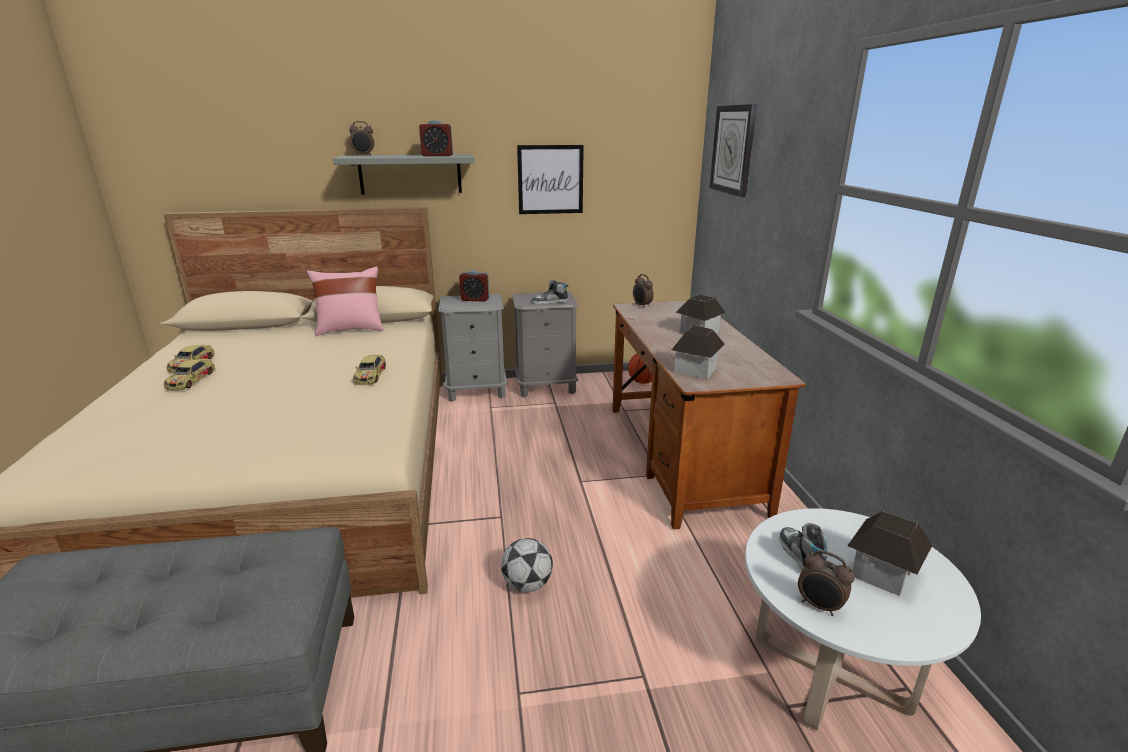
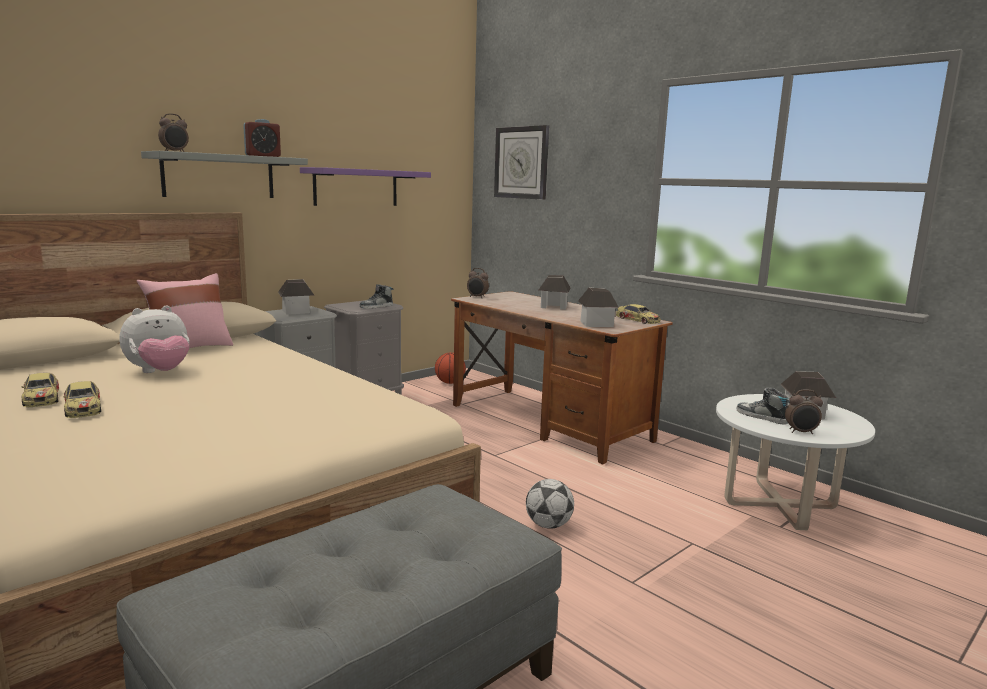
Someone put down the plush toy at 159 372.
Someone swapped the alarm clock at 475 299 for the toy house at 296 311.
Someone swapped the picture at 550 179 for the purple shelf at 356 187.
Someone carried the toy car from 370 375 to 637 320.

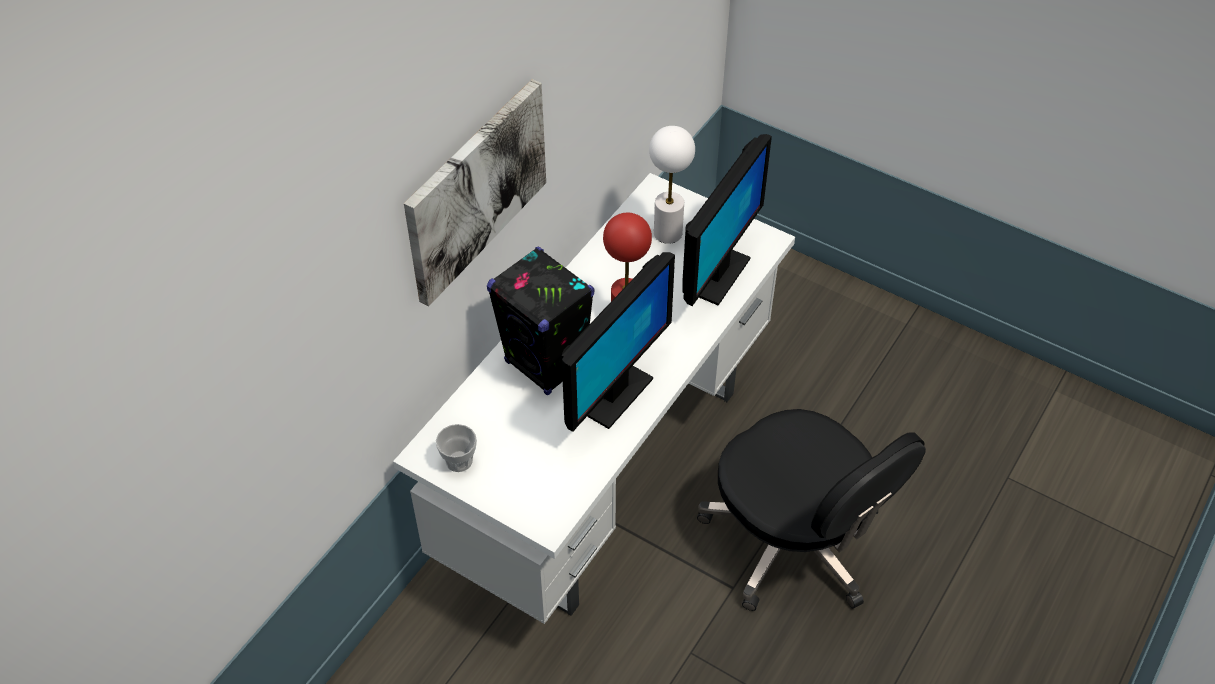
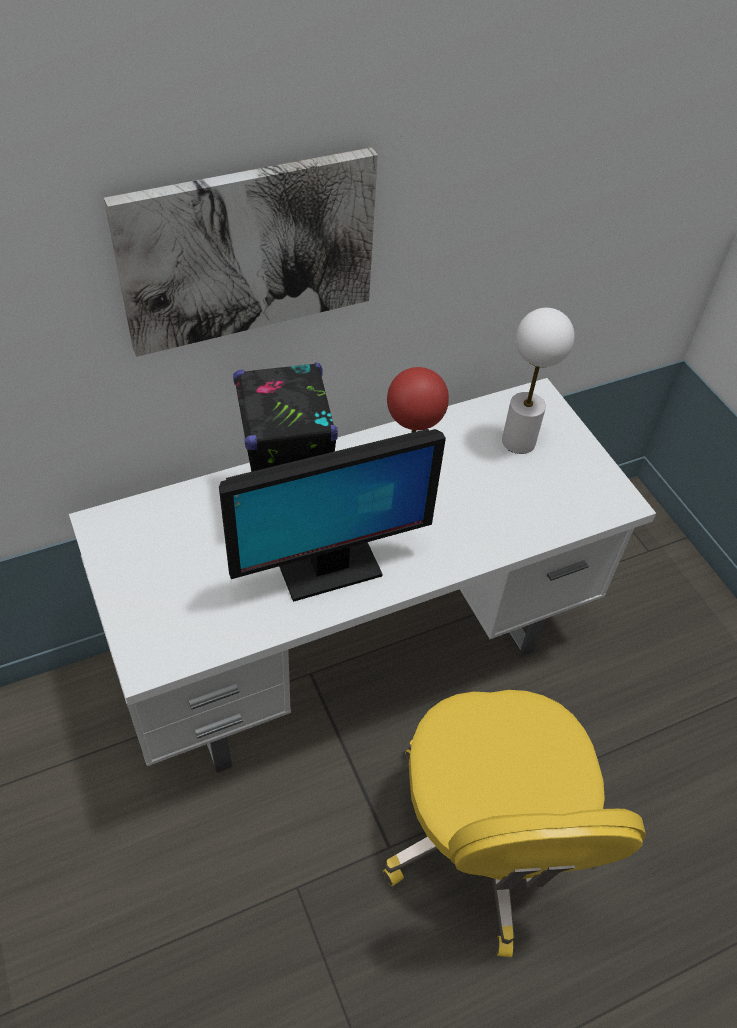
Someone repainted the black office chair at 794 542, which became the yellow office chair at 487 840.
Someone took away the cup at 459 461.
Someone took away the monitor at 716 275.

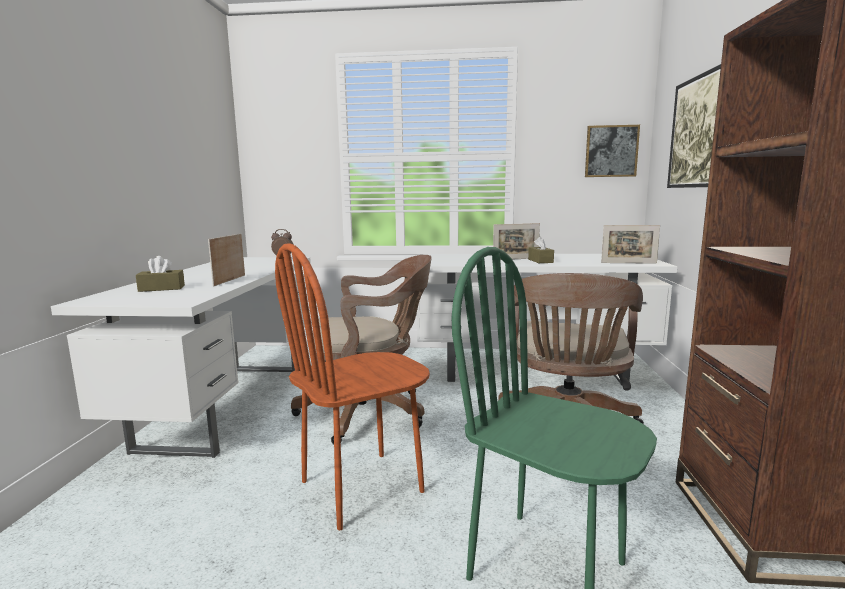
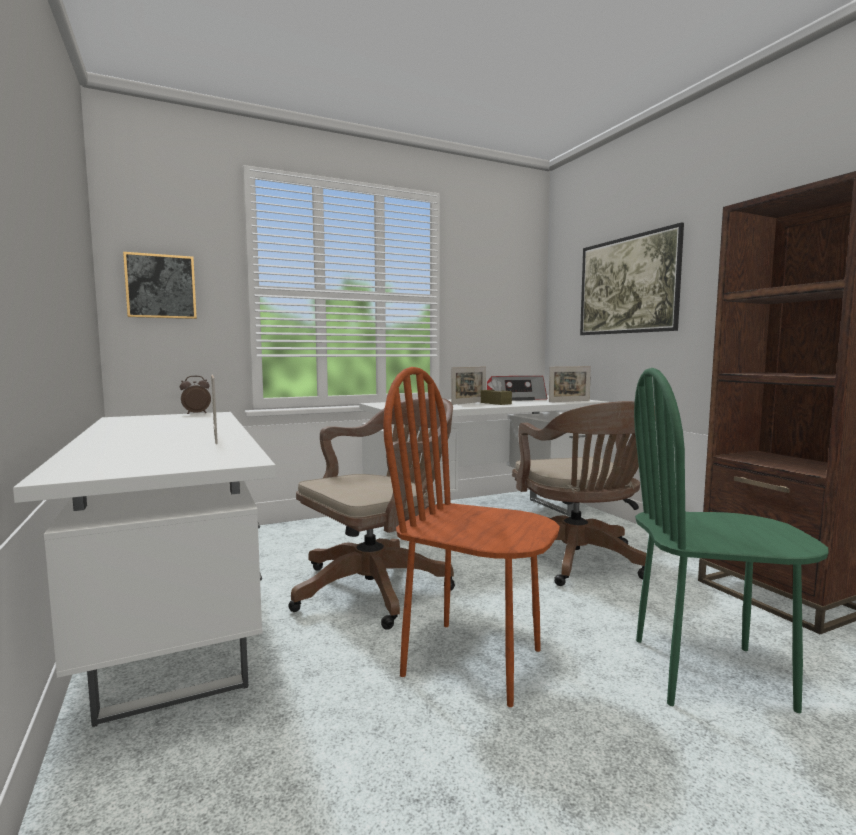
Someone carried the picture from 611 151 to 161 286.
Someone rotated the brown chair at 362 487 by 90 degrees clockwise.
Someone put down the radio at 515 399.
Someone took away the brown tissue box at 162 288.

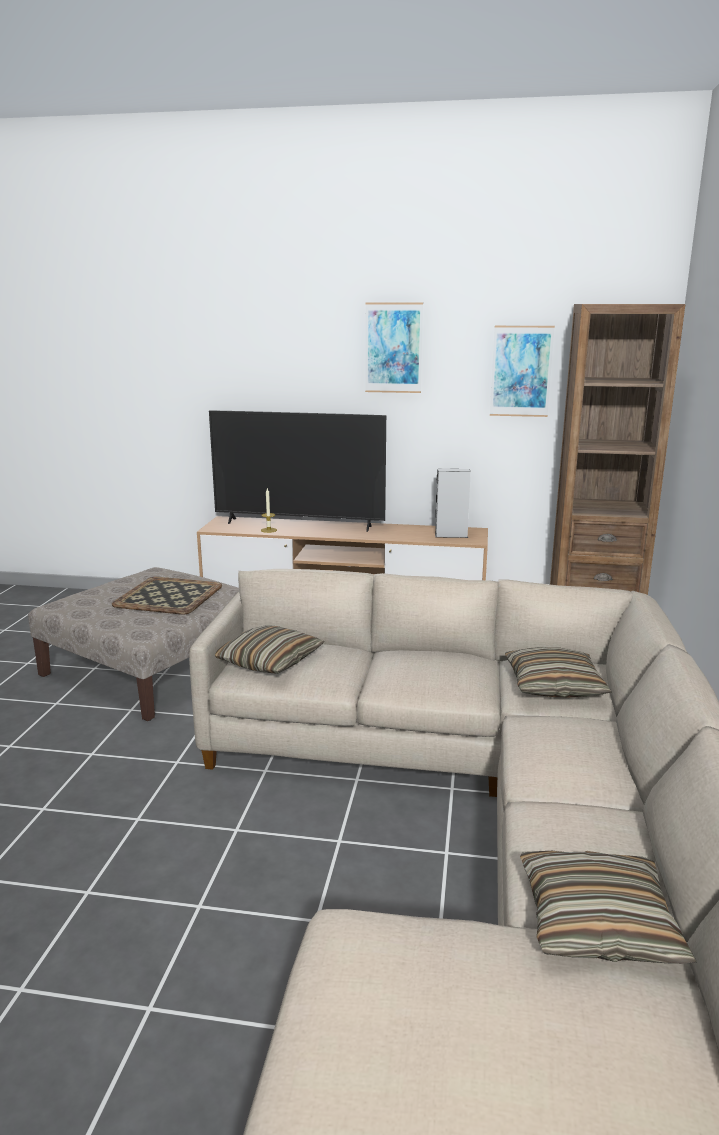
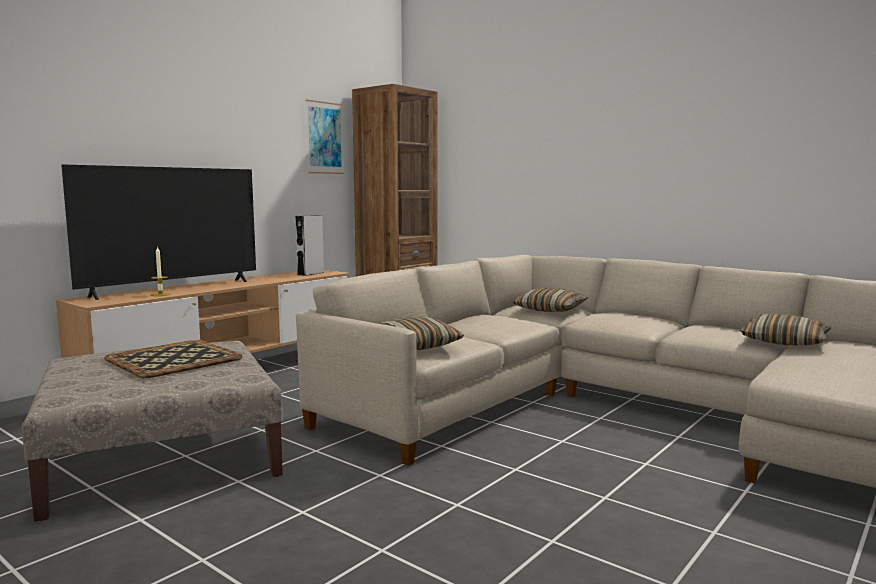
Someone took away the picture at 393 348.

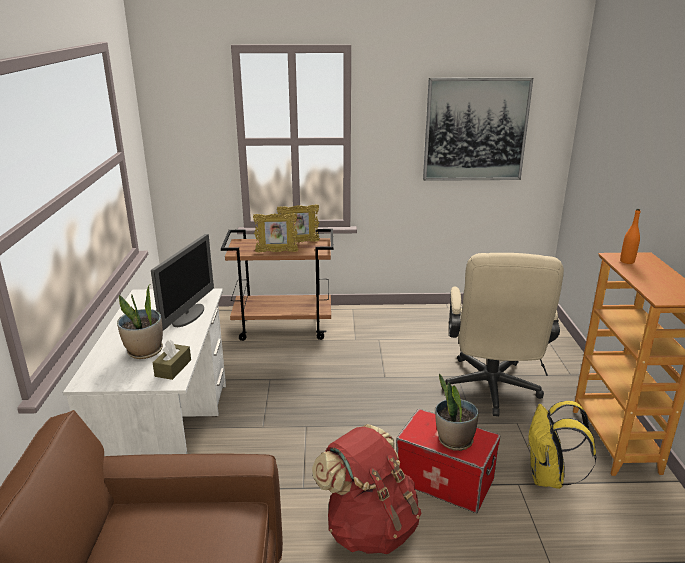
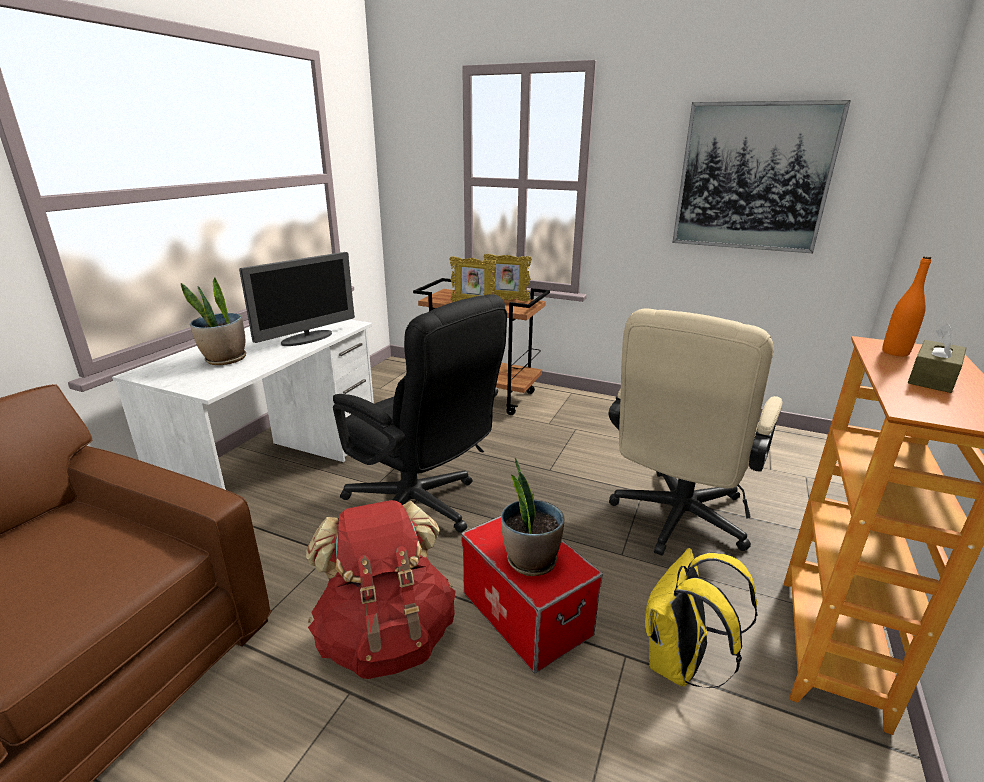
Someone put down the black office chair at 421 508.
Someone carried the brown tissue box from 173 368 to 932 378.

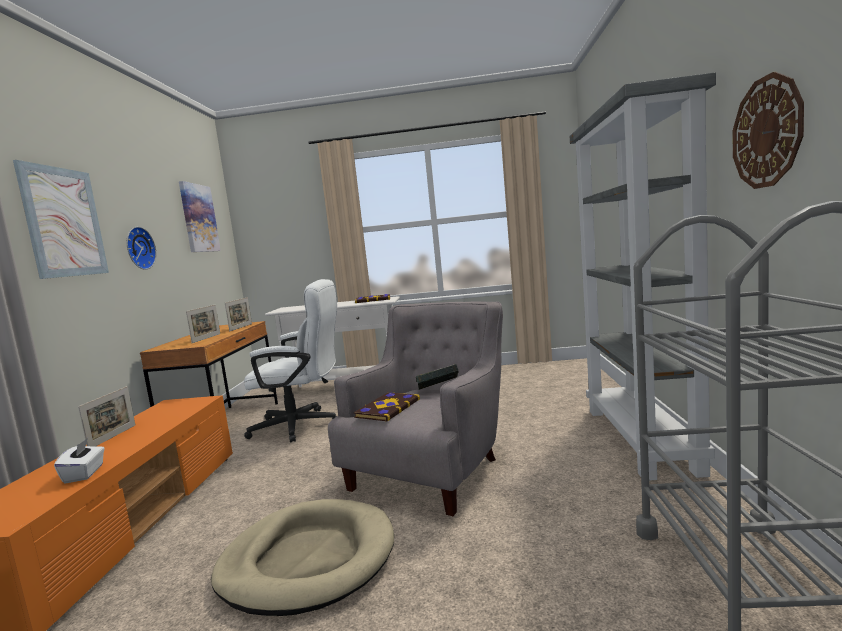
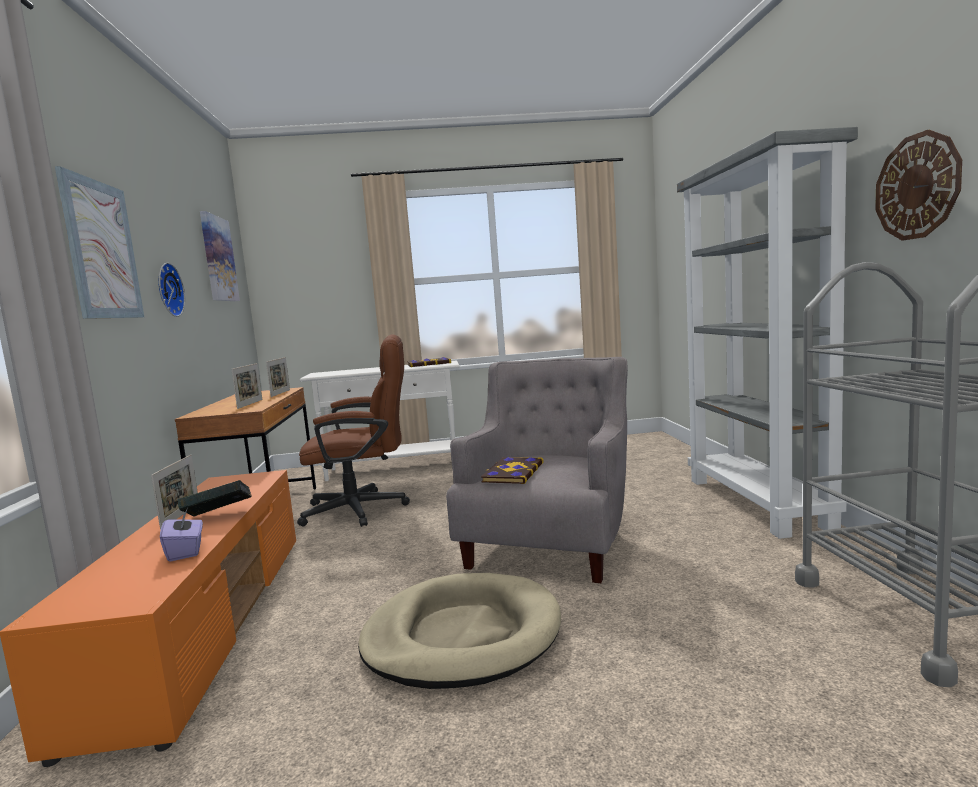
Someone repainted the white tissue box at 84 474, which became the purple tissue box at 186 551.
Someone carried the book from 438 390 to 218 516.
Someone repainted the white office chair at 303 425, which became the brown office chair at 365 509.

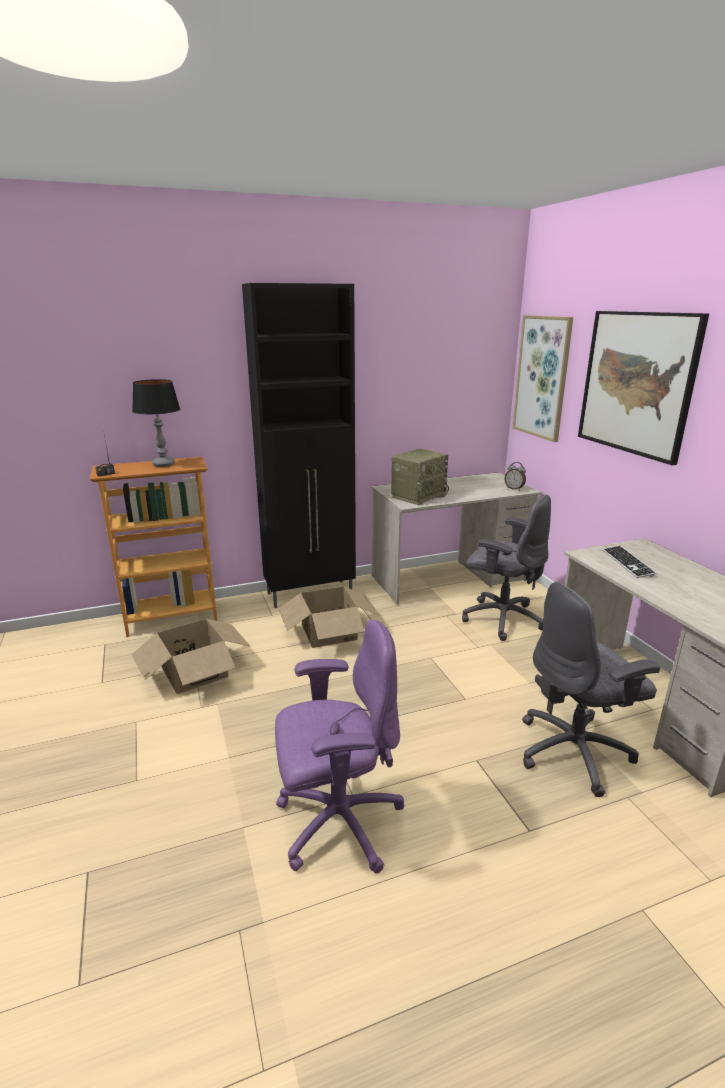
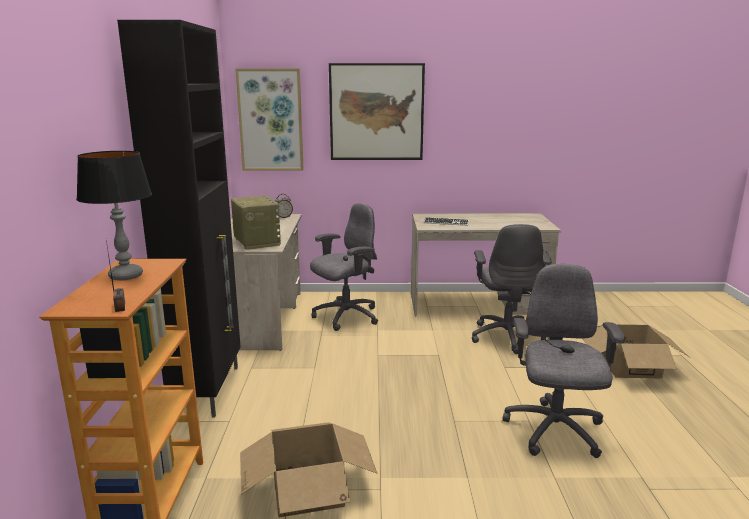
Someone repainted the purple office chair at 337 822, which became the grey office chair at 554 431.
Someone carried the cardboard box from 328 631 to 629 366.

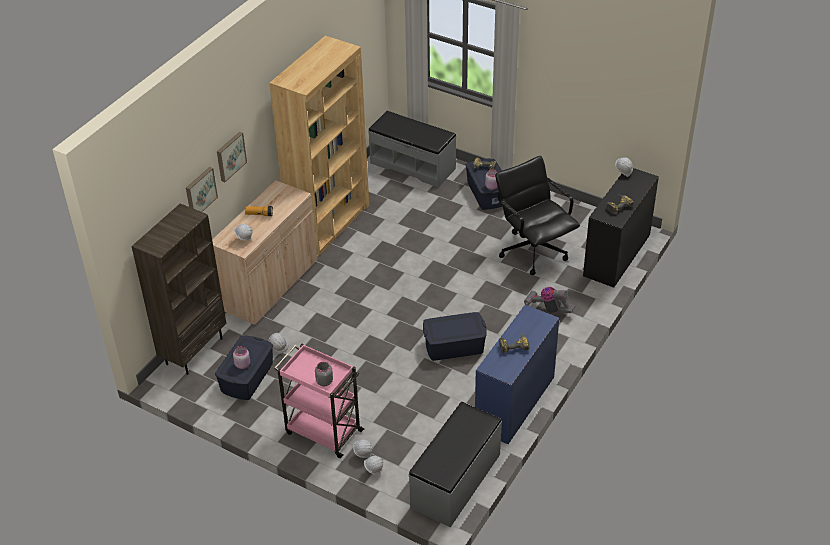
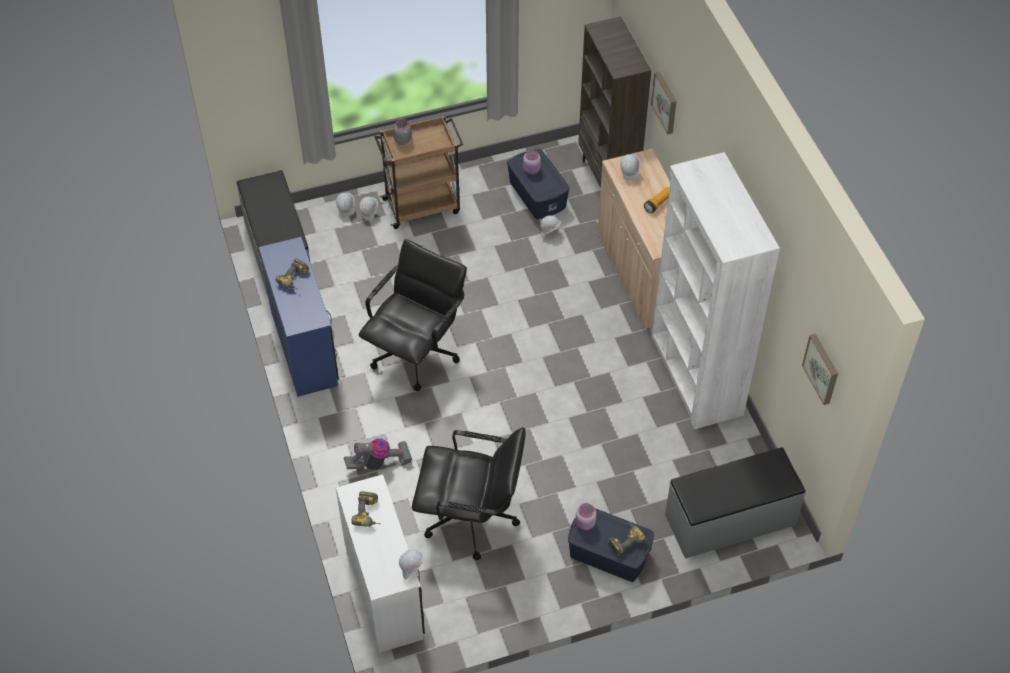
Someone repainted the black desk at 616 255, which became the white desk at 385 589.
Someone swapped the blue storage box at 454 346 for the black office chair at 416 353.
Someone repainted the pink cart at 322 431, which became the brown cart at 422 205.
Someone repainted the brown bookcase at 329 223, which became the white bookcase at 695 376.
Someone carried the picture from 230 156 to 822 368.

